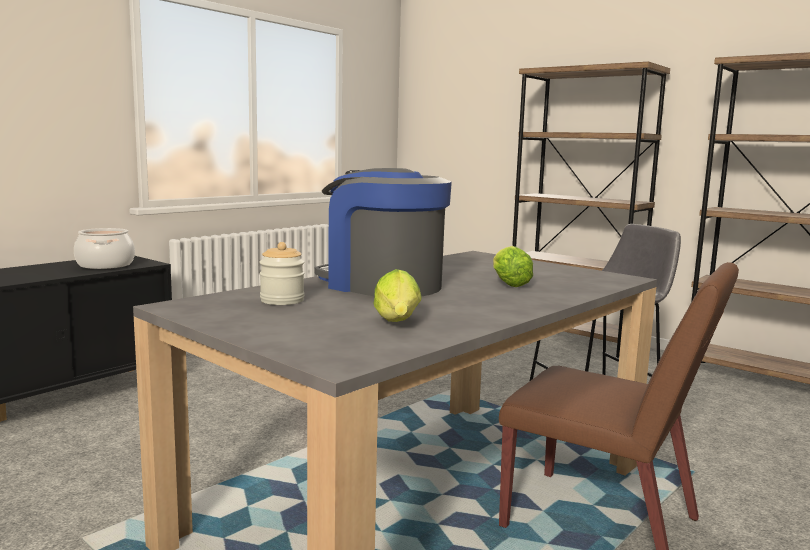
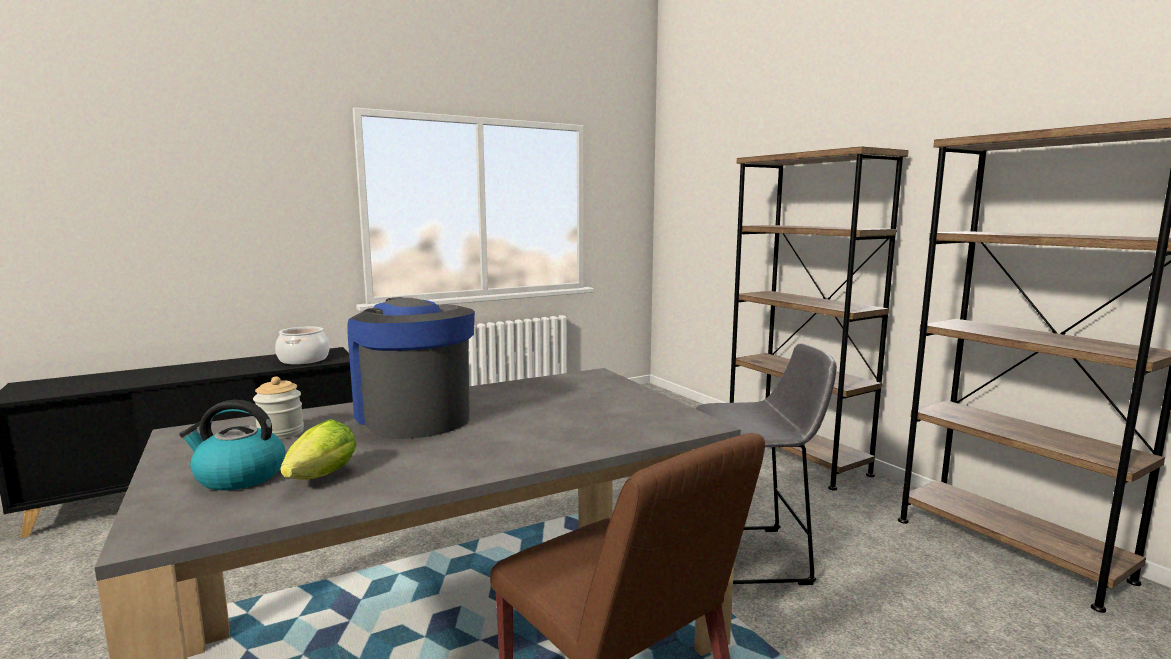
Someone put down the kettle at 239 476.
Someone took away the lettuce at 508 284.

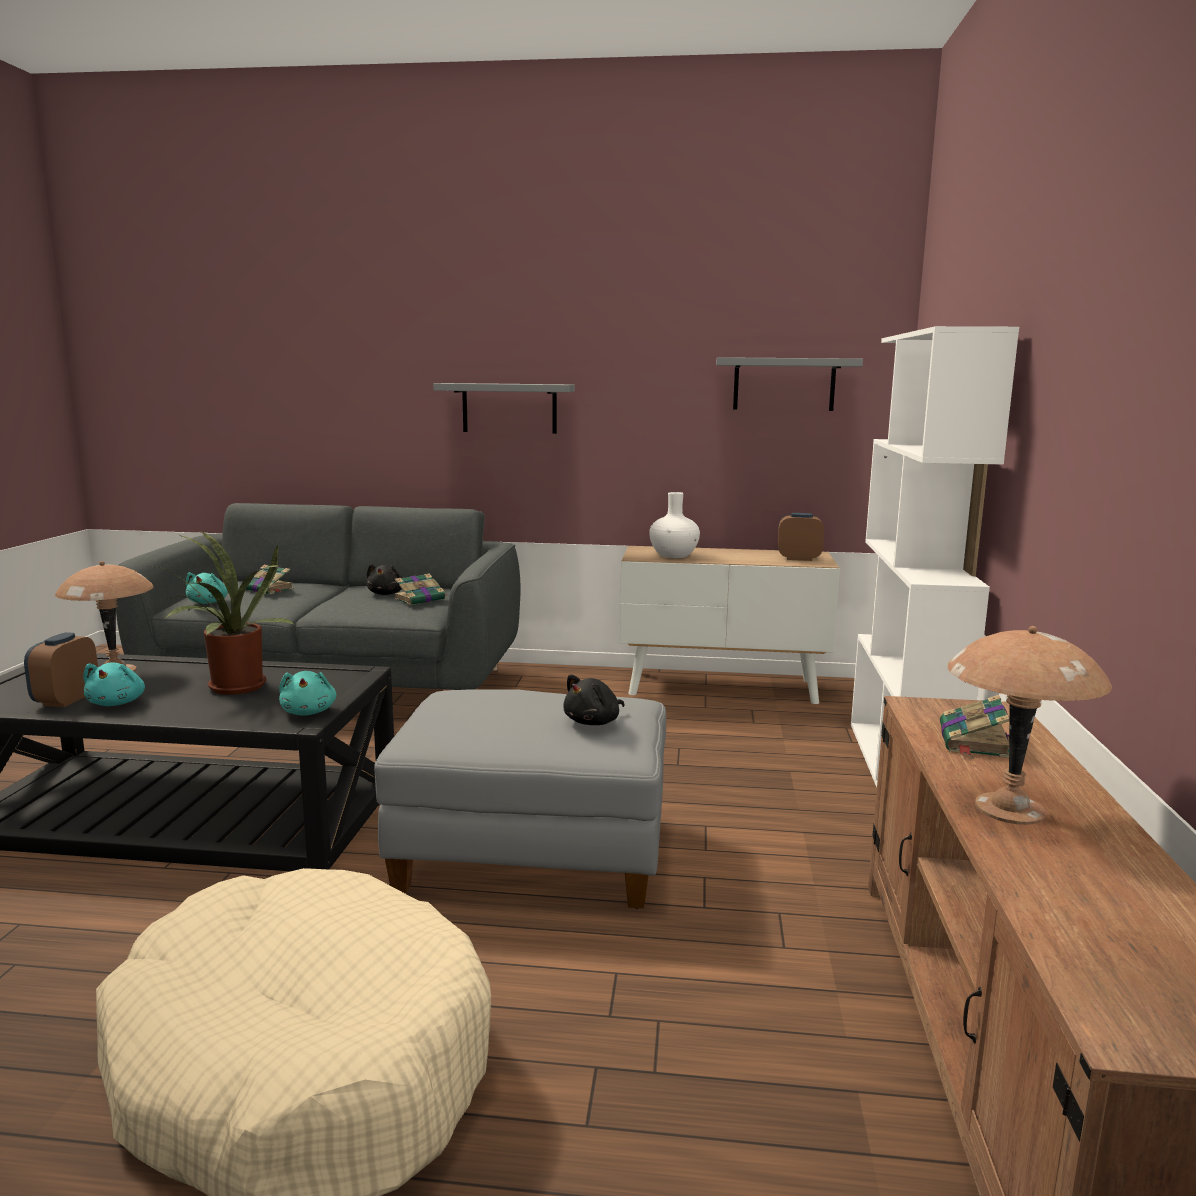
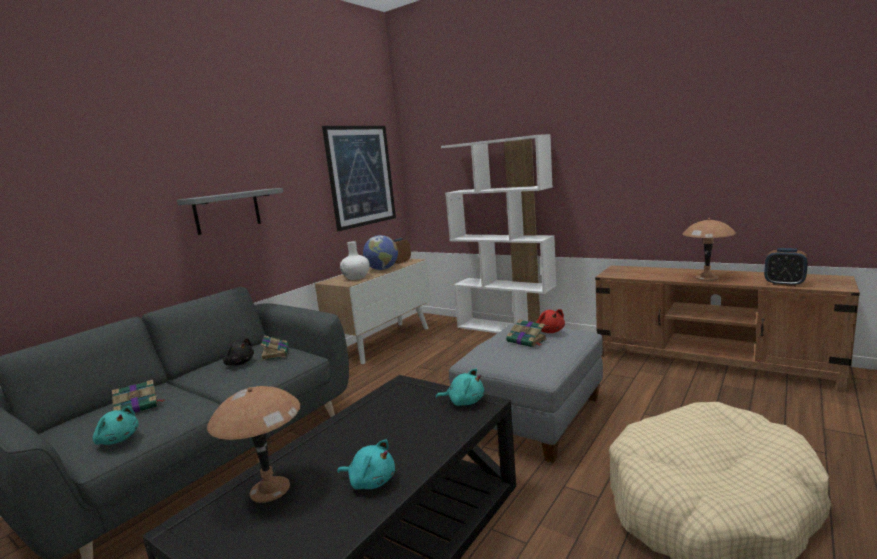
Someone swapped the grey shelf at 784 384 for the picture at 361 176.
Someone put down the globe at 382 269.
Someone carried the book from 974 742 to 527 341.
Someone repainted the black plush toy at 594 722, which became the red plush toy at 549 331.
Someone carried the alarm clock from 66 700 to 784 284.
Someone took away the potted plant at 232 688.

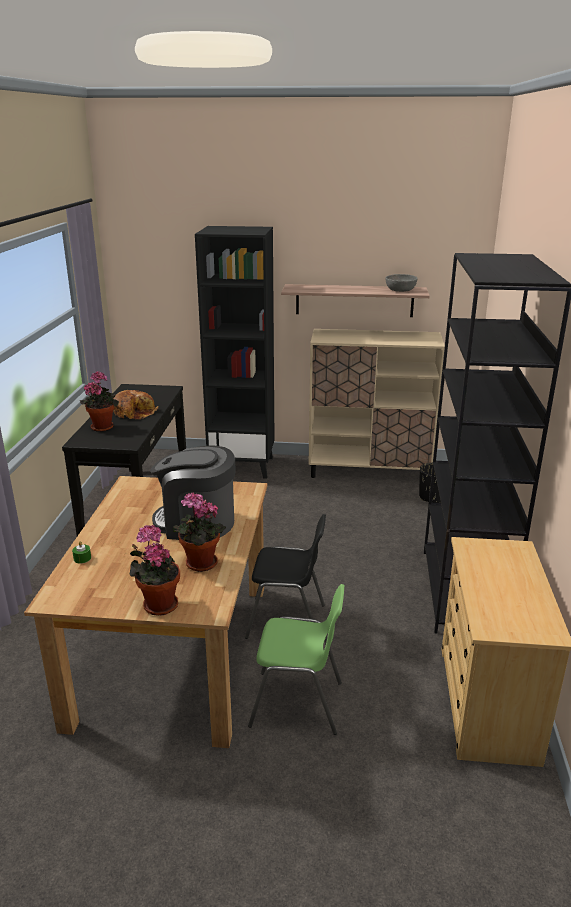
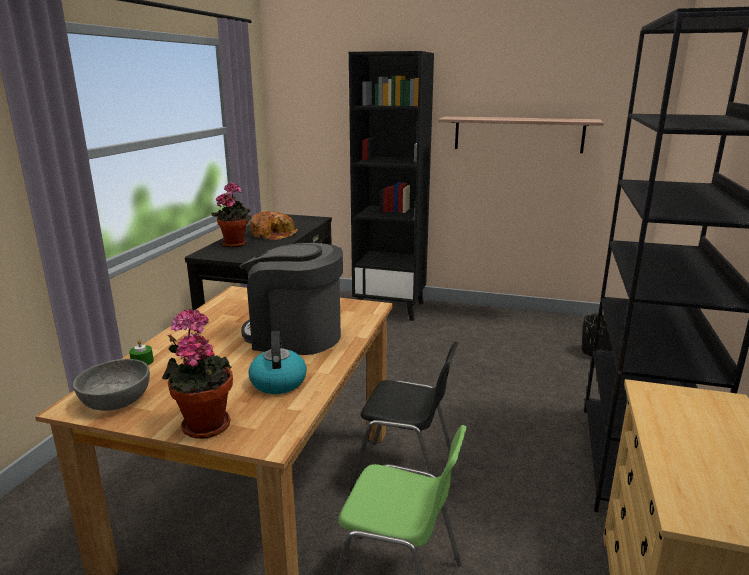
Someone carried the grey bowl from 400 290 to 116 400.
Someone swapped the potted plant at 199 565 for the kettle at 278 382.
Someone took away the beige cabinet at 369 471.

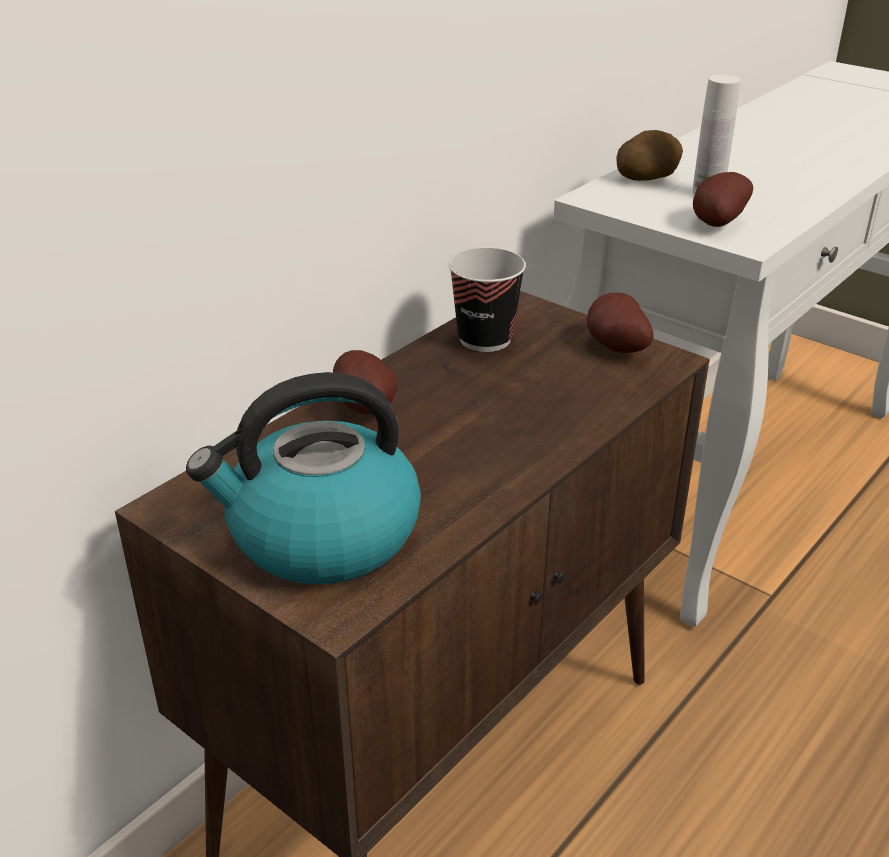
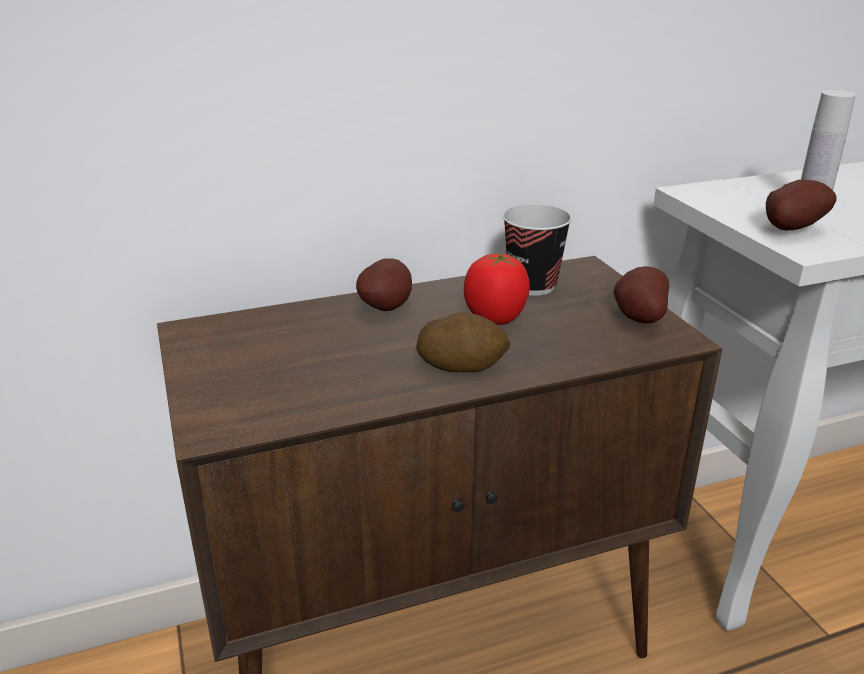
Someone carried the potato from 647 177 to 462 366.
Someone put down the tomato at 496 317.
Someone took away the kettle at 321 536.

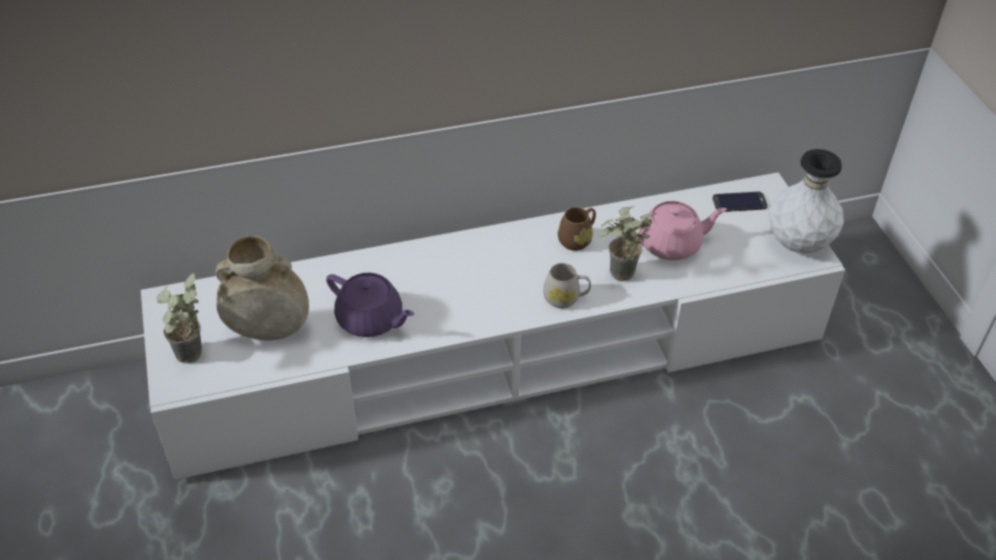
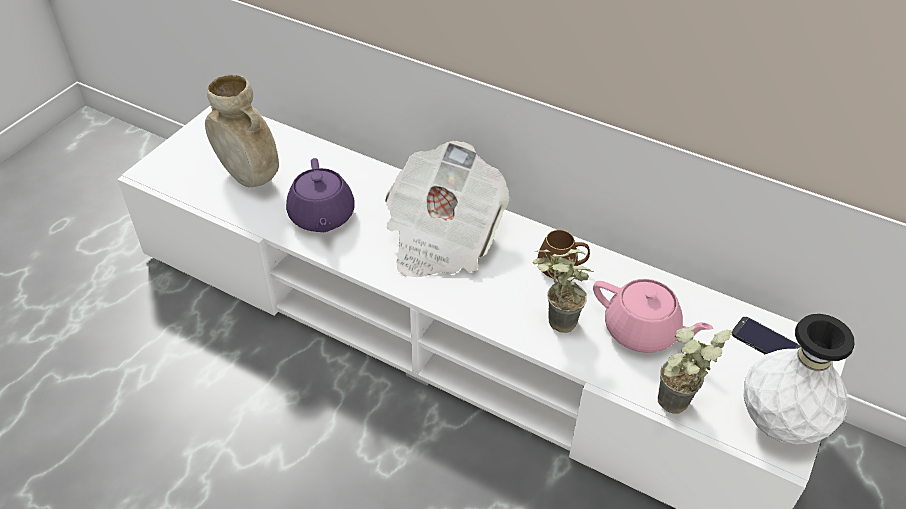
Someone put down the newspaper at 441 237.
Someone carried the potted plant from 192 359 to 672 410.
Someone took away the white mug at 566 298.

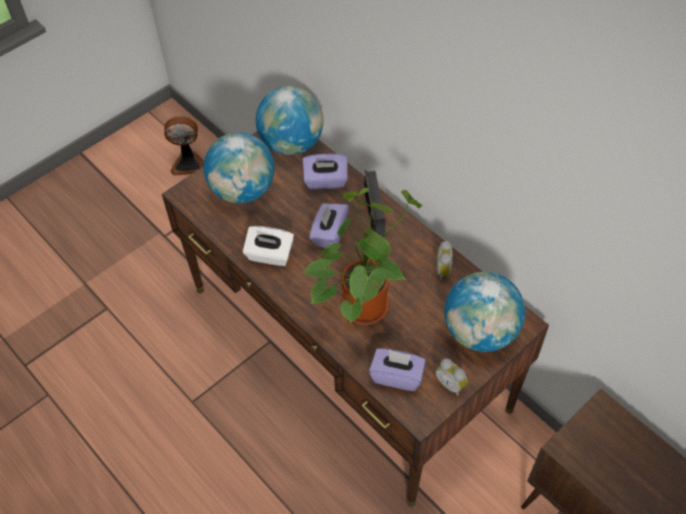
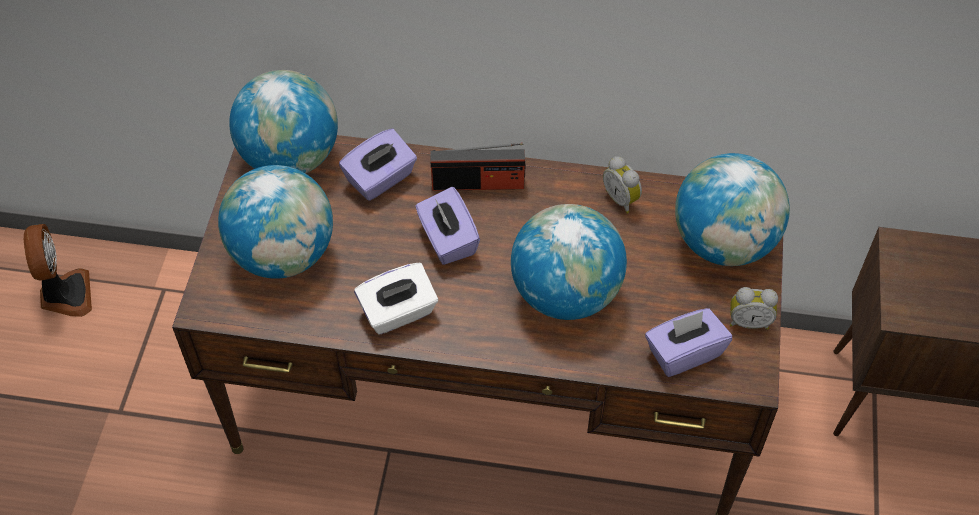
Someone rotated the fan at 188 163 by 60 degrees counterclockwise.
Someone rotated the radio at 374 214 by 135 degrees clockwise.
Someone swapped the potted plant at 363 301 for the globe at 565 293.

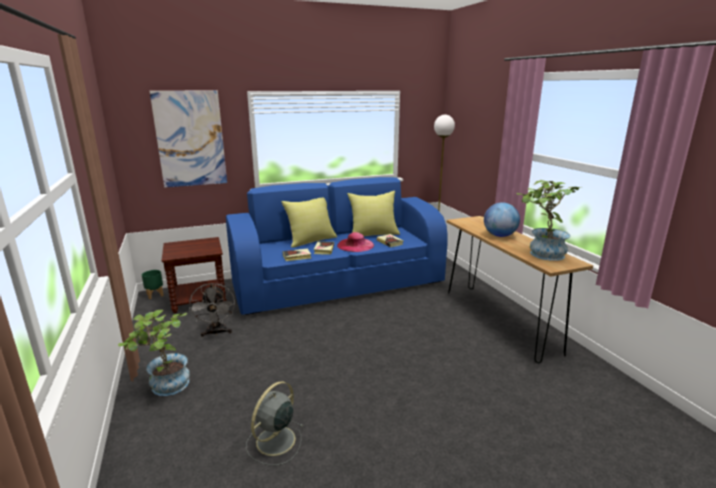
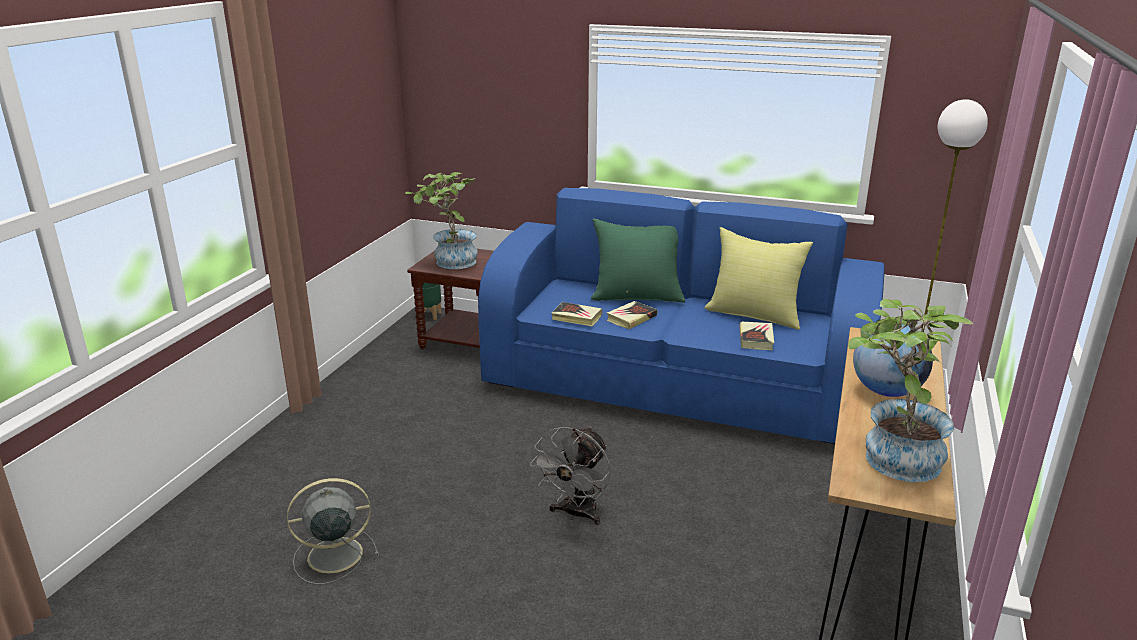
Someone carried the potted plant from 166 387 to 449 262.
Someone carried the grey fan from 216 333 to 576 514.
Someone repainted the yellow pillow at 311 240, which became the green pillow at 637 296.
Someone took away the picture at 190 139.
Someone took away the pink hat at 355 245.

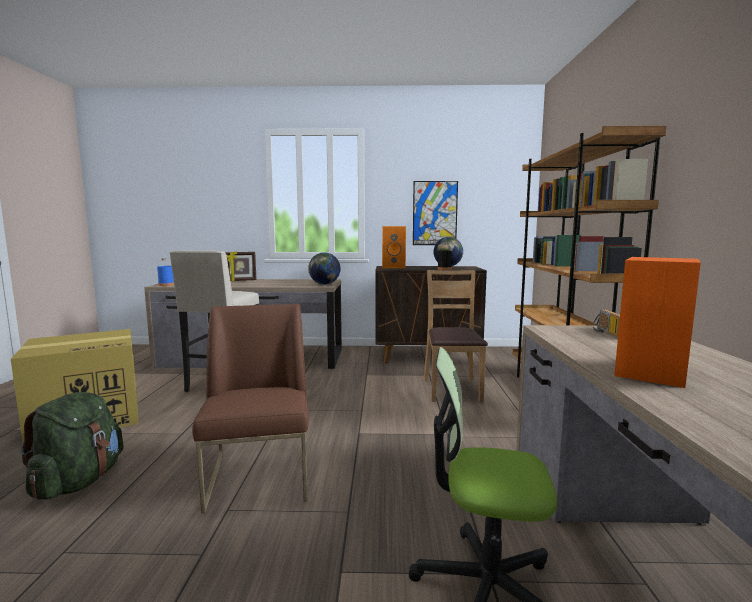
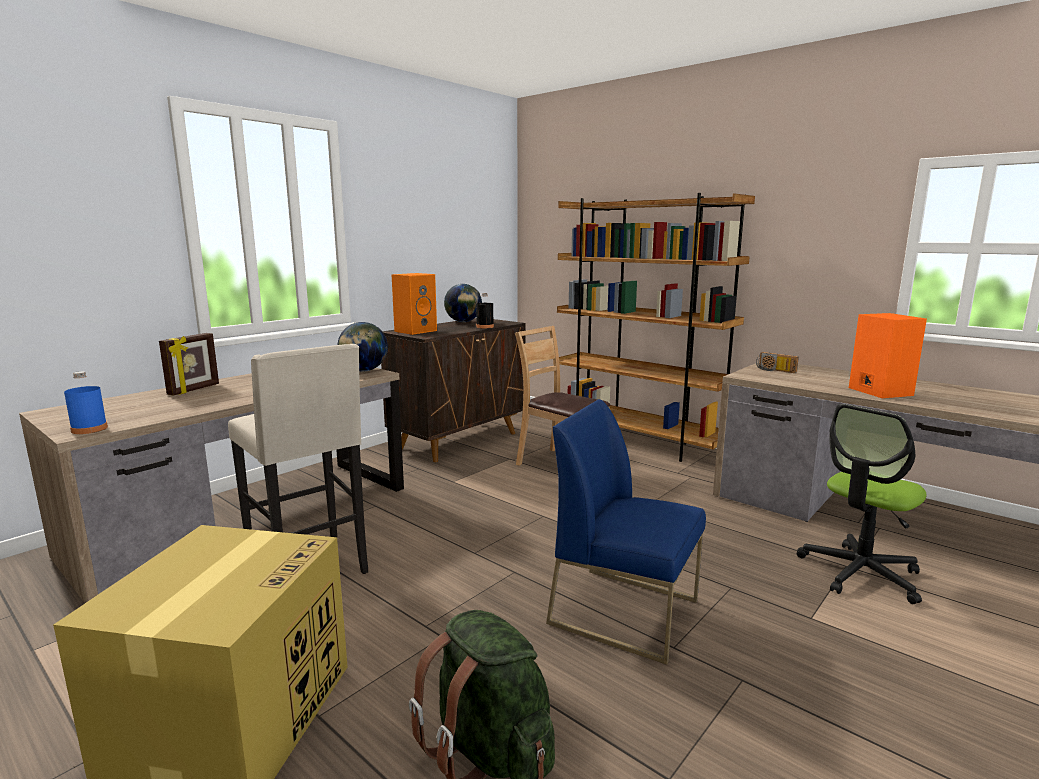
Someone repainted the brown chair at 260 477, which became the blue chair at 625 611.
Someone took away the picture at 435 213.

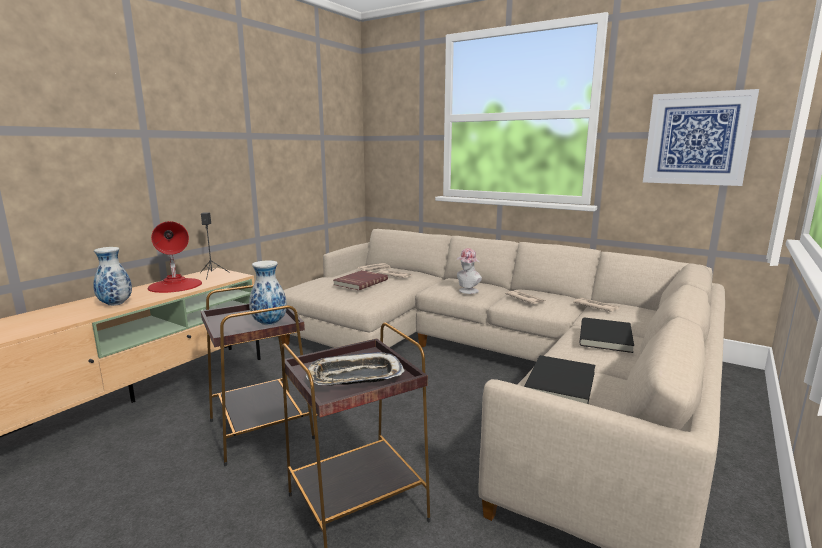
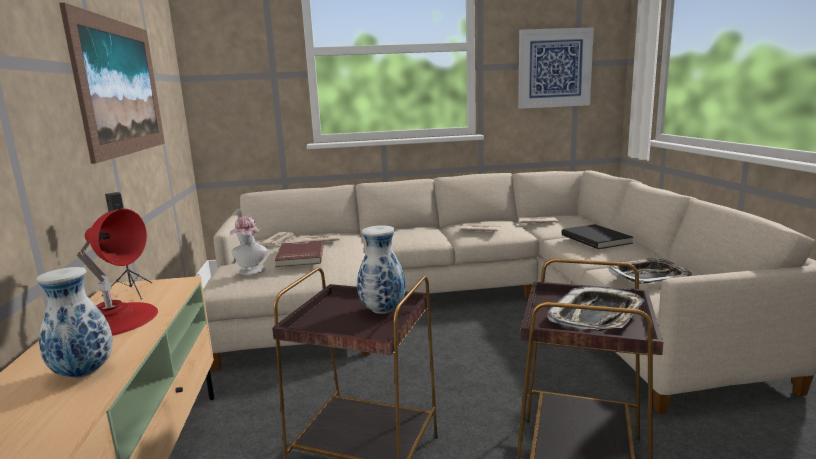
Someone put up the picture at 120 87.
Someone carried the hat from 467 291 to 251 271.
Someone swapped the black book at 562 383 for the tray at 648 276.

